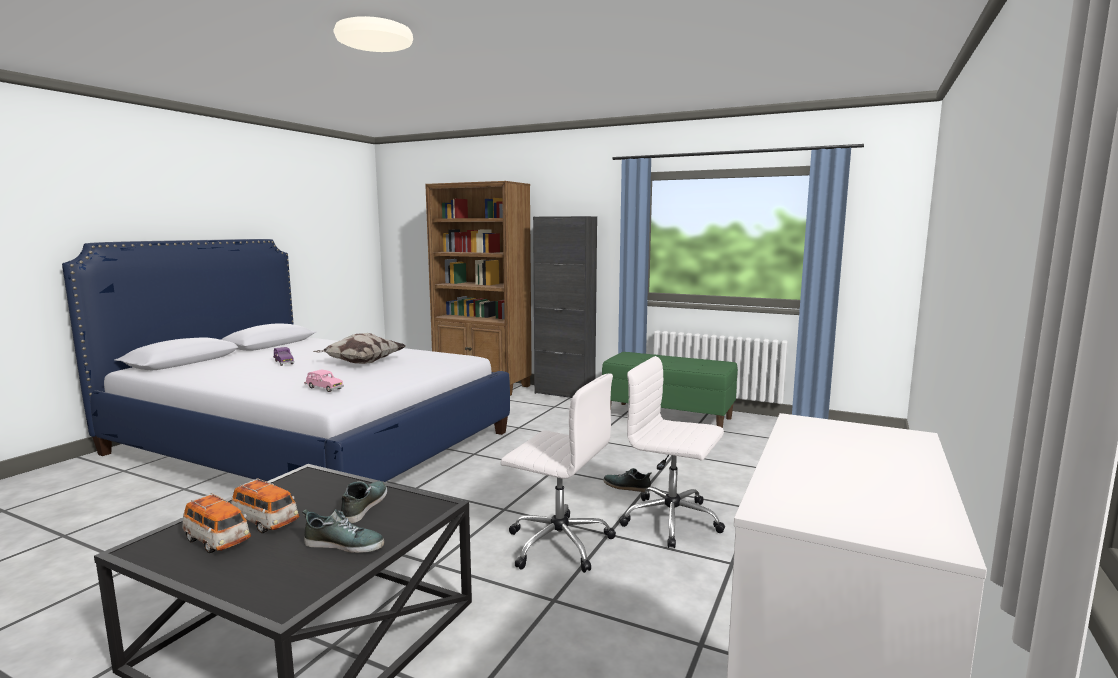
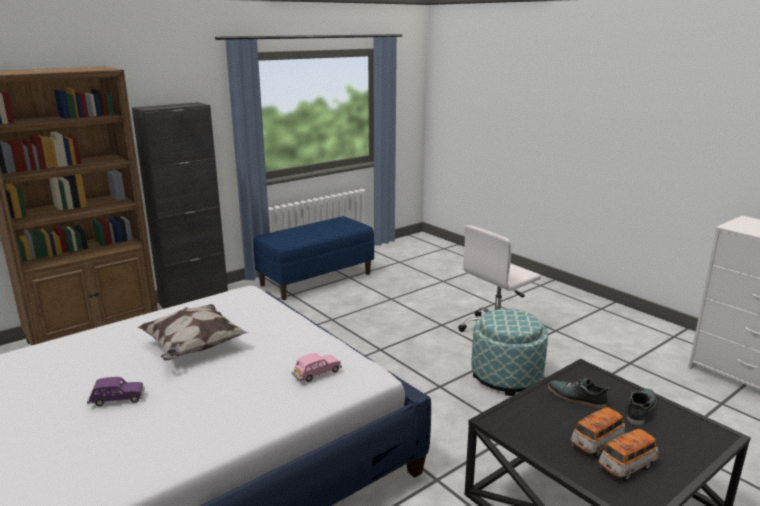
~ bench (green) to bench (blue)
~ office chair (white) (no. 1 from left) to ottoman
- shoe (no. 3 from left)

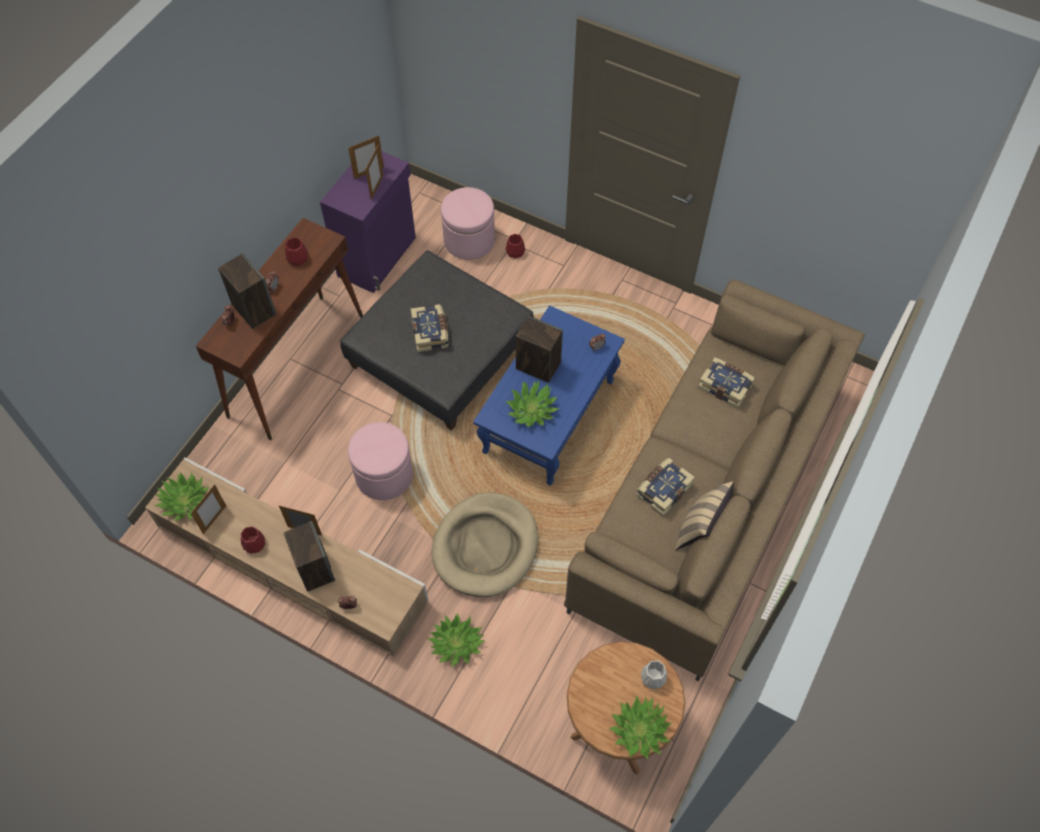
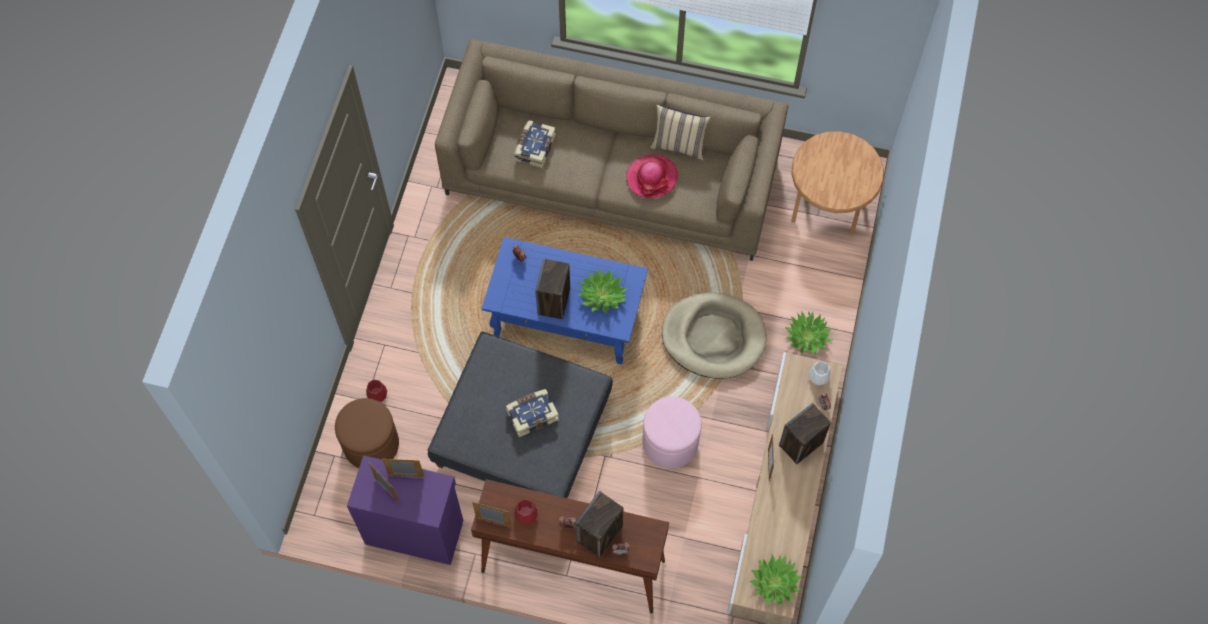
~ ottoman (pink) (no. 2 from left) to ottoman (brown)
~ book (no. 2 from left) to hat
~ picture frame (no. 1 from left in the first image) to picture frame (no. 3 from left)
- vase (red) (no. 1 from left)
~ vase (white)
- potted plant (no. 4 from left)

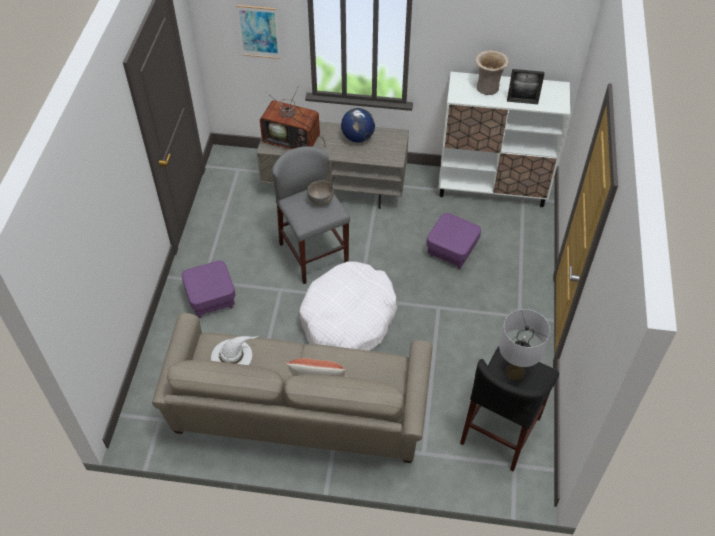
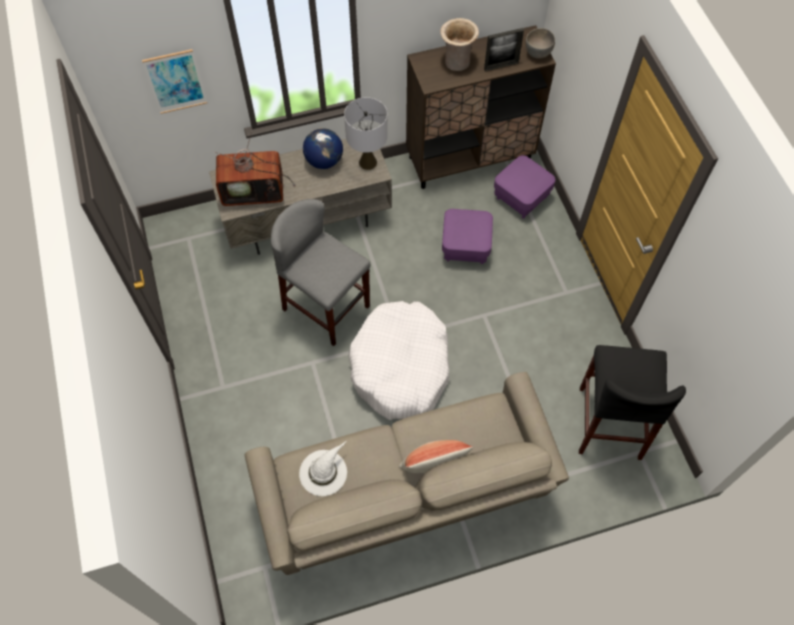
~ cabinet (white) to cabinet (brown)
~ bowl (grey)
~ ottoman (purple) (no. 1 from left in the first image) to ottoman (purple) (no. 2 from left)
~ table lamp (grey)

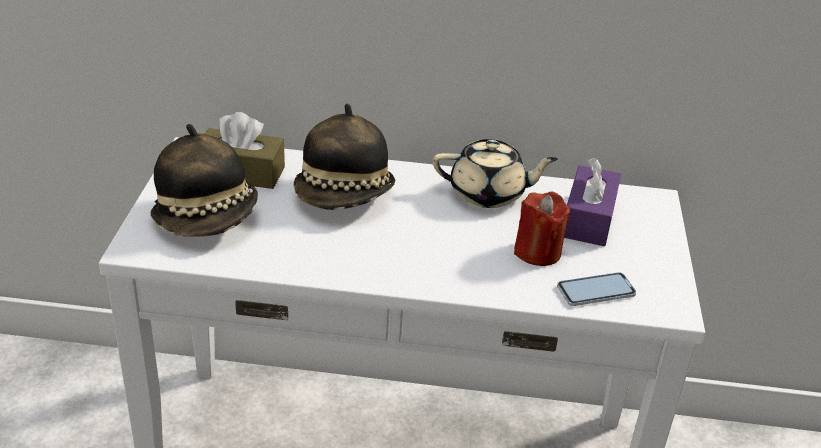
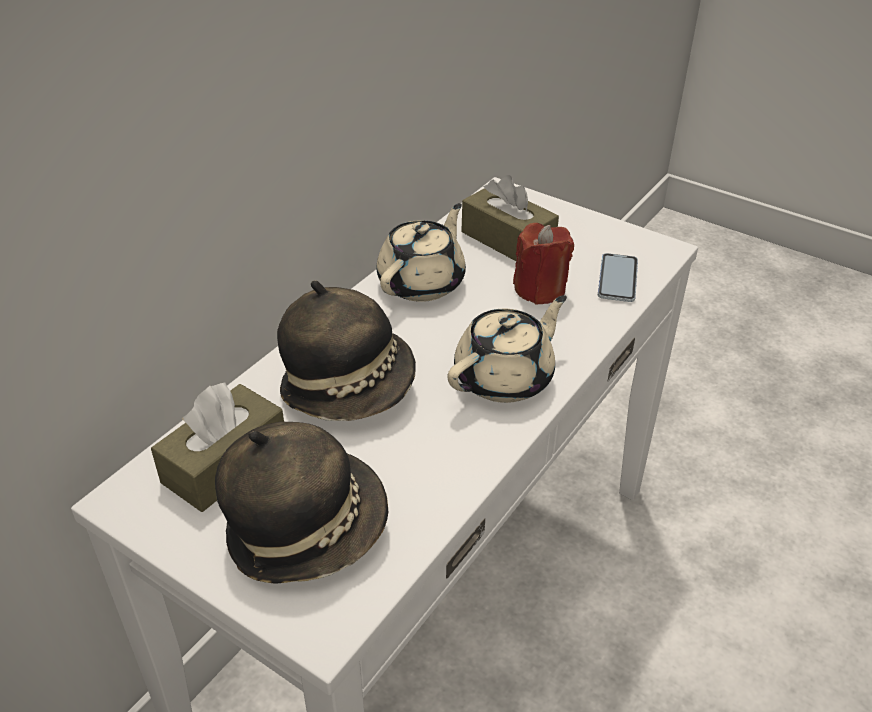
~ tissue box (purple) to tissue box (brown) (no. 2 from left)
+ teapot (beige) (no. 2 from left)

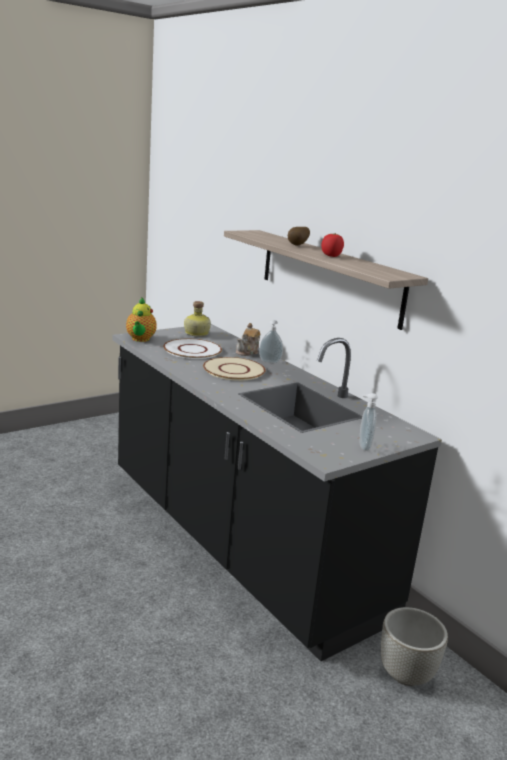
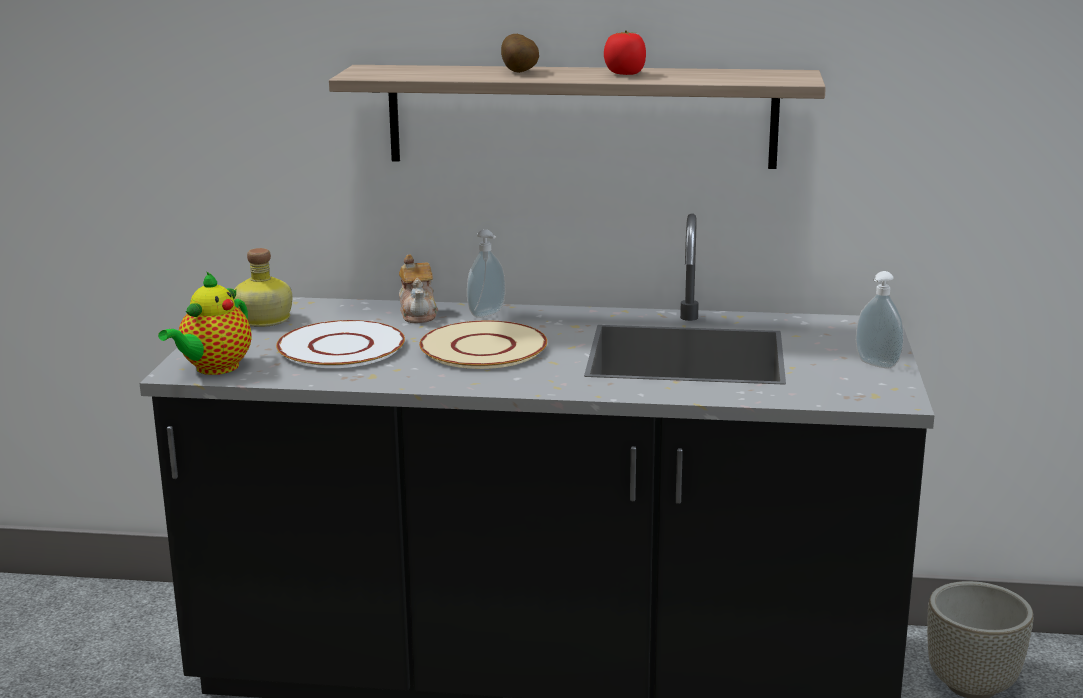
~ teapot (no. 1 from left) 75 degrees clockwise

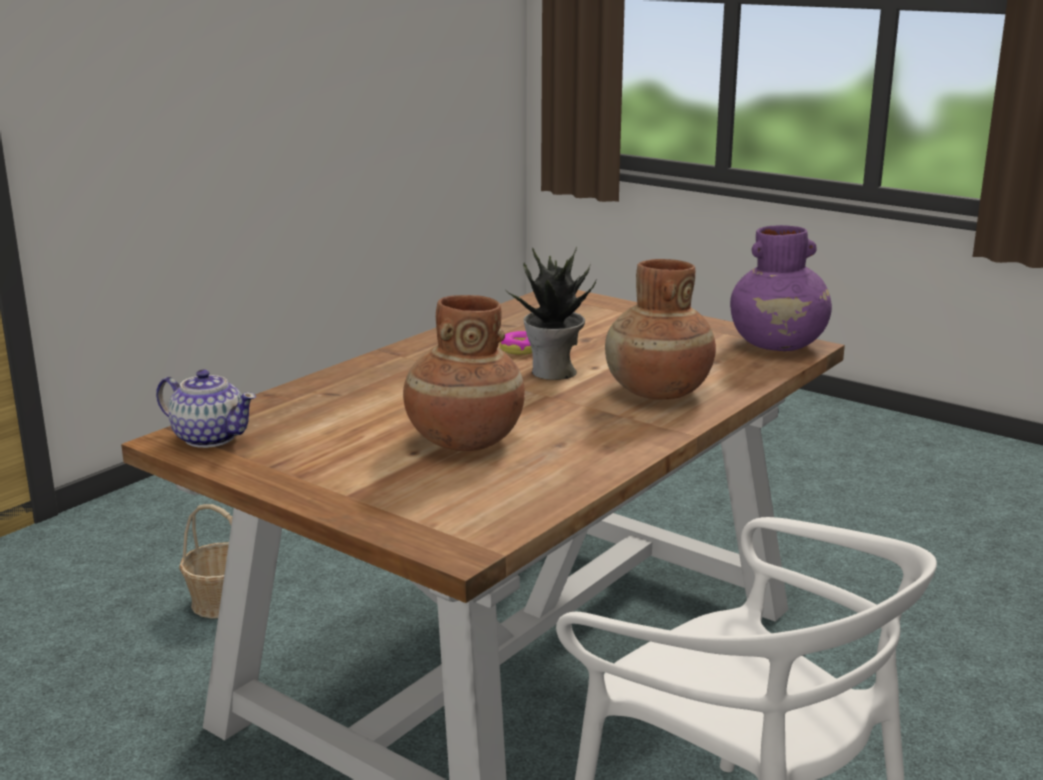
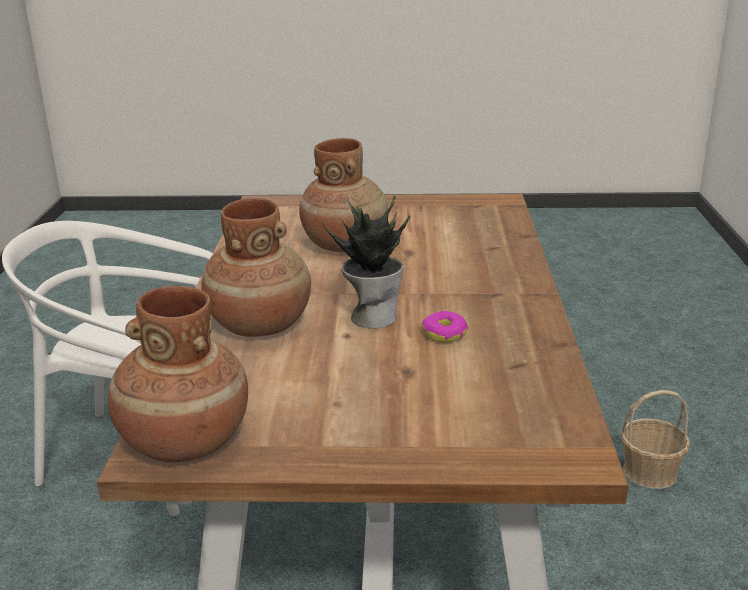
~ vase (purple) to vase (brown) (no. 1 from left)
- teapot

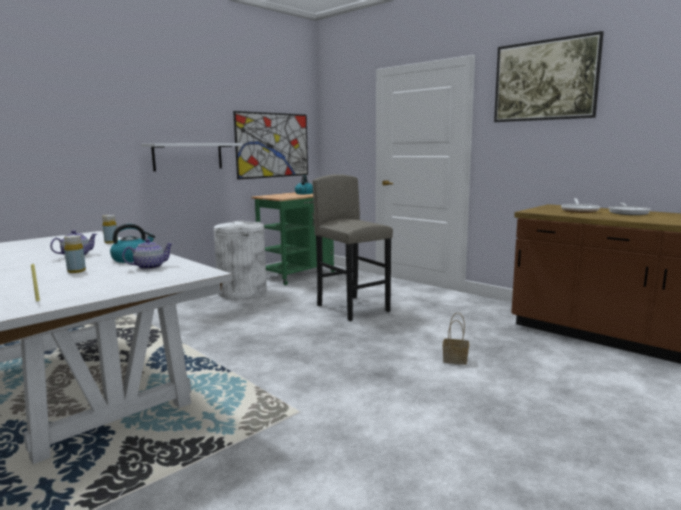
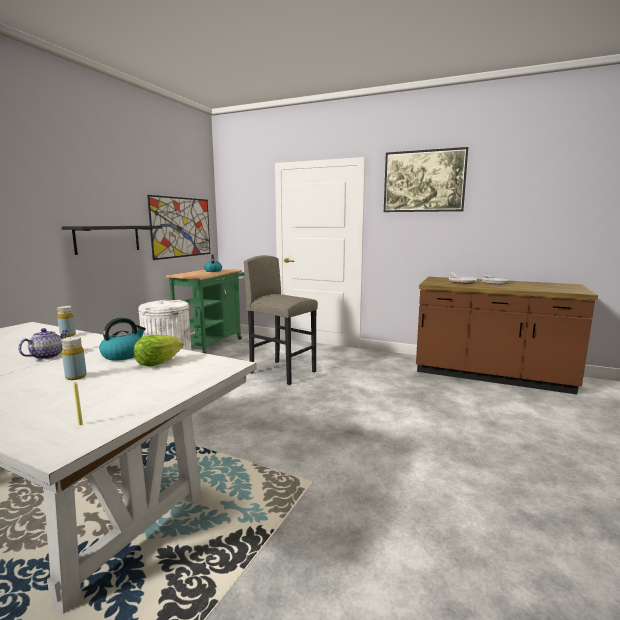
~ shelf (white) to shelf (black)
~ teapot (no. 2 from left) to lettuce
- basket

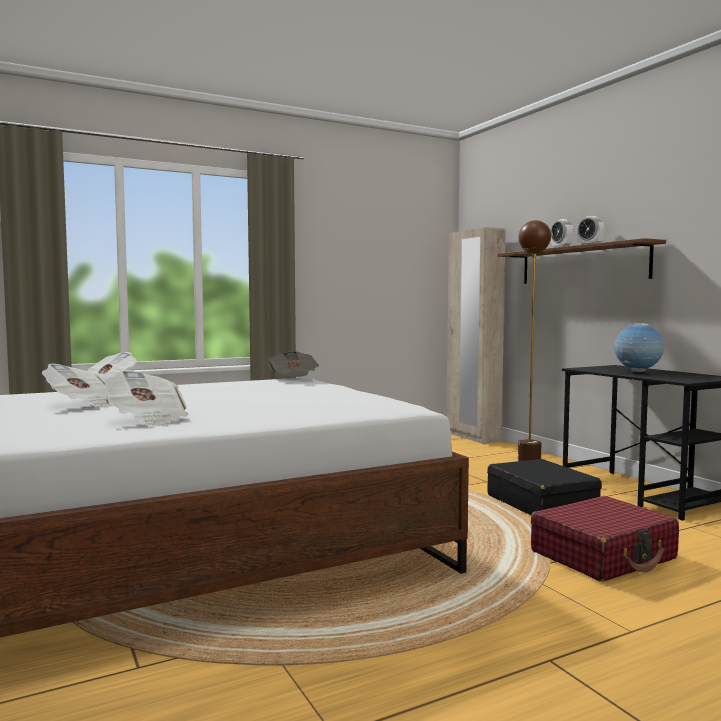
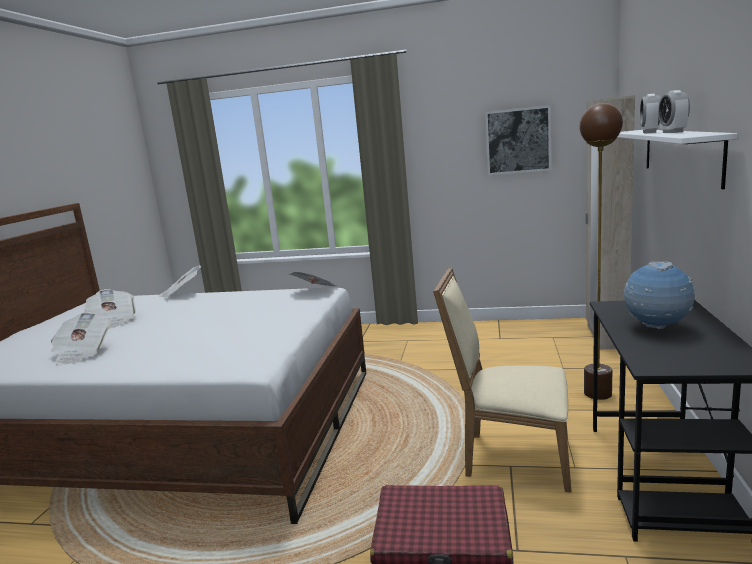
~ shelf (brown) to shelf (white)
~ suitcase (black) to chair (beige)
+ picture

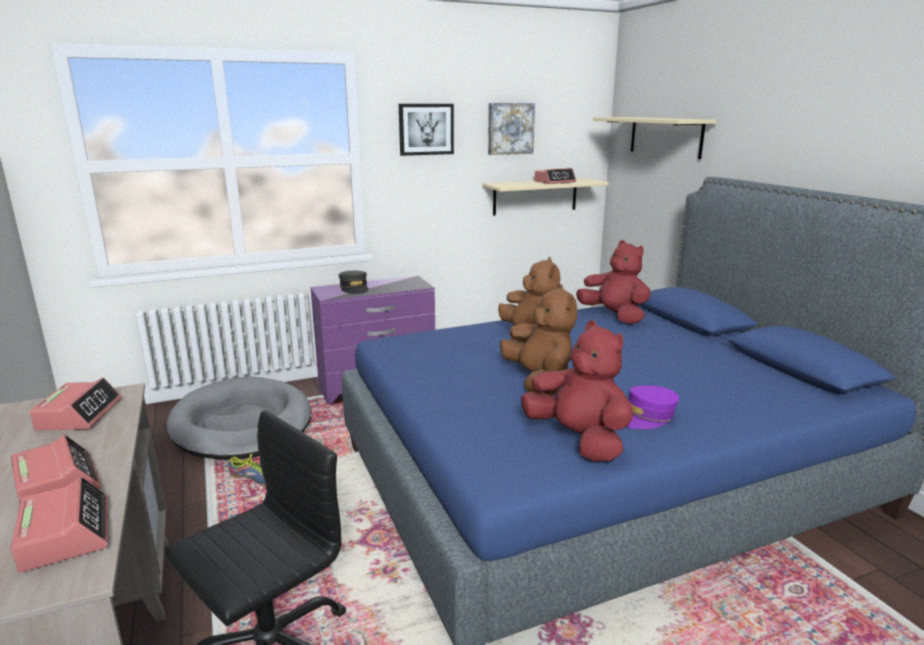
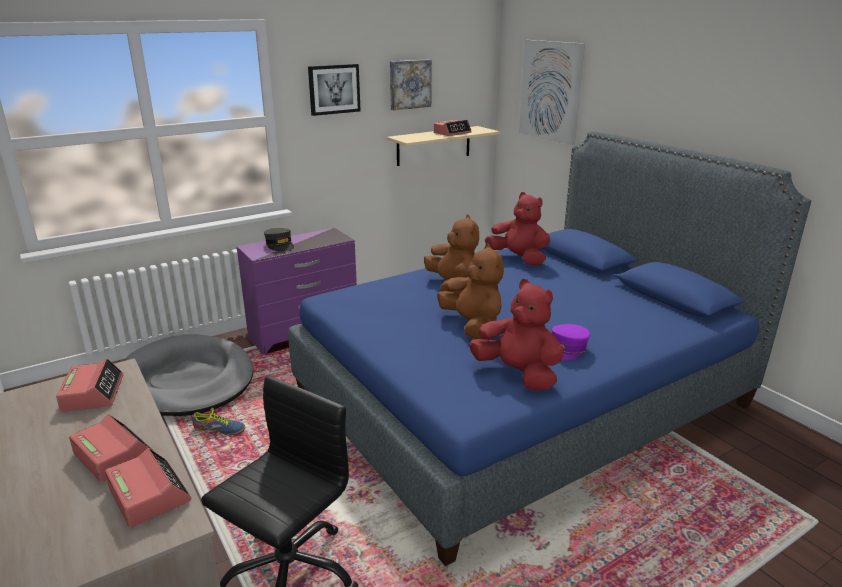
~ shelf (beige) (no. 2 from left) to picture (no. 3 from left)

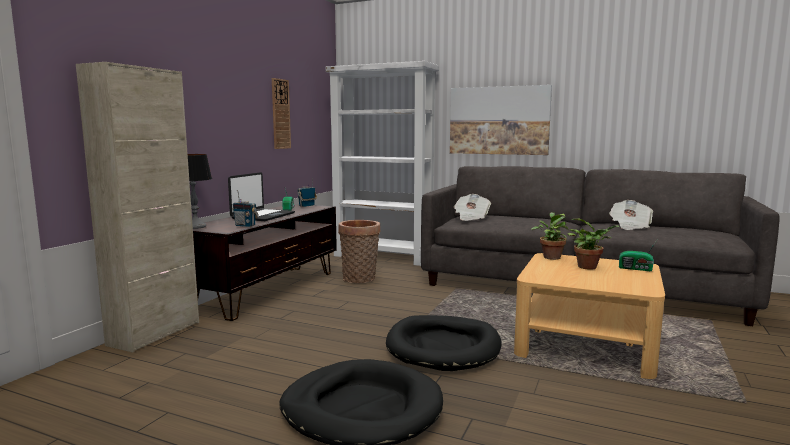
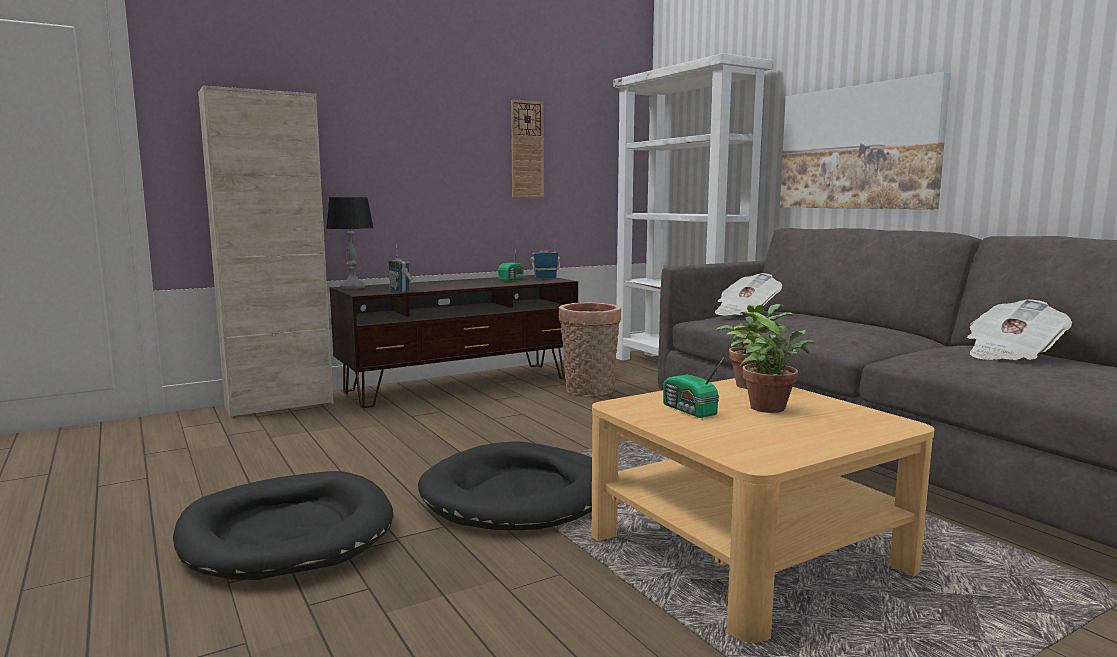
- laptop
~ radio (no. 4 from left)

